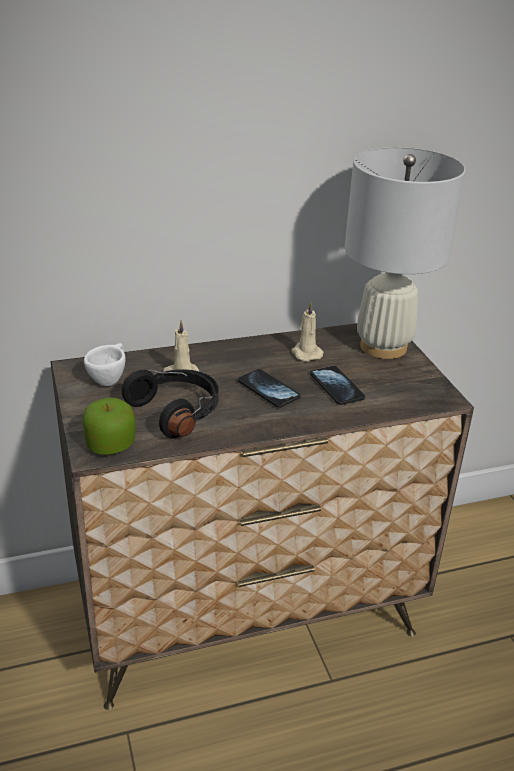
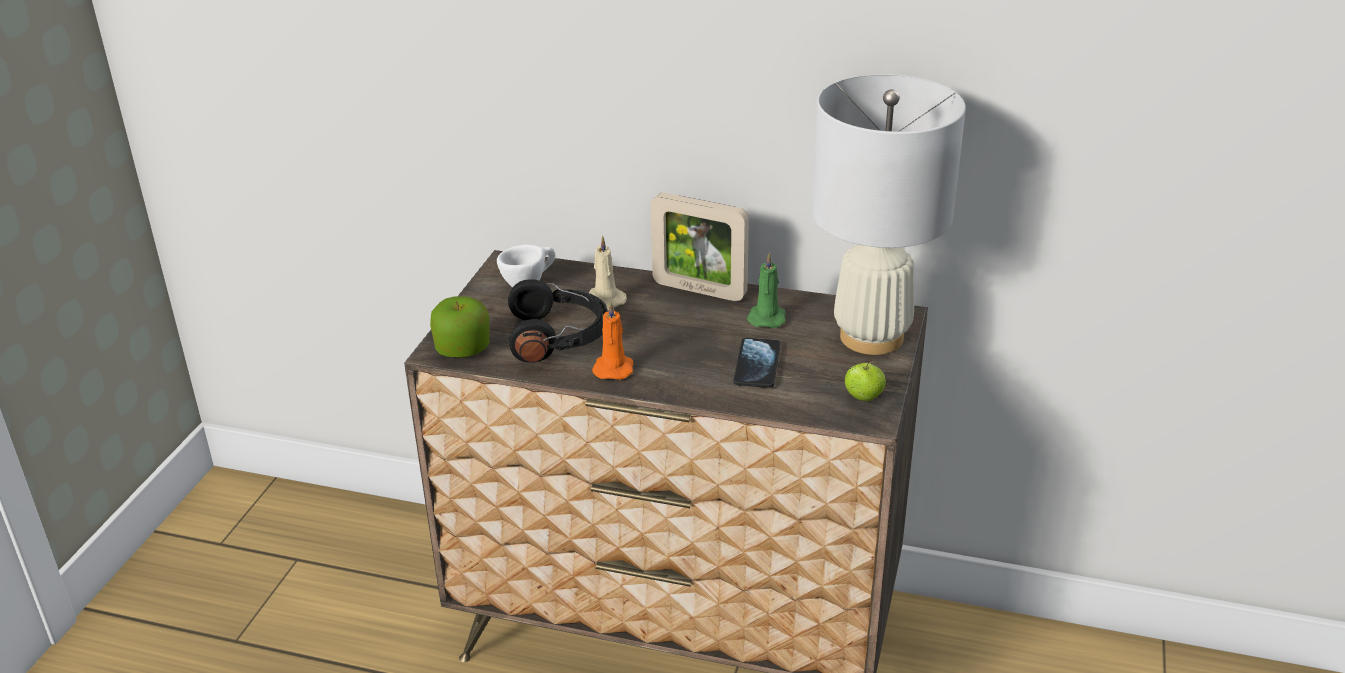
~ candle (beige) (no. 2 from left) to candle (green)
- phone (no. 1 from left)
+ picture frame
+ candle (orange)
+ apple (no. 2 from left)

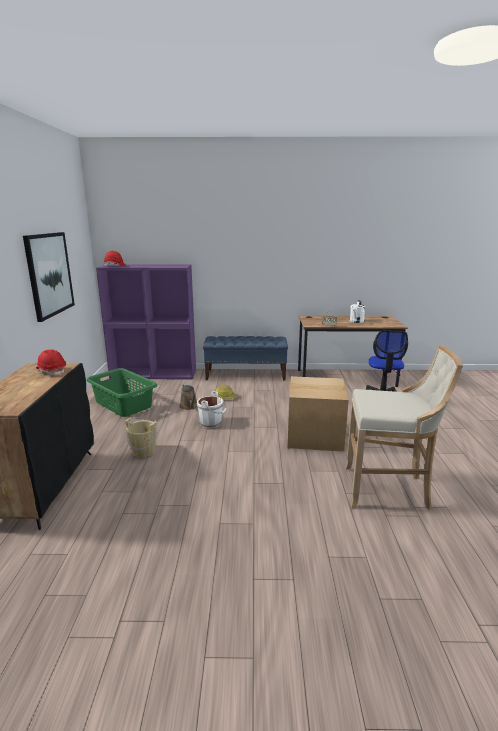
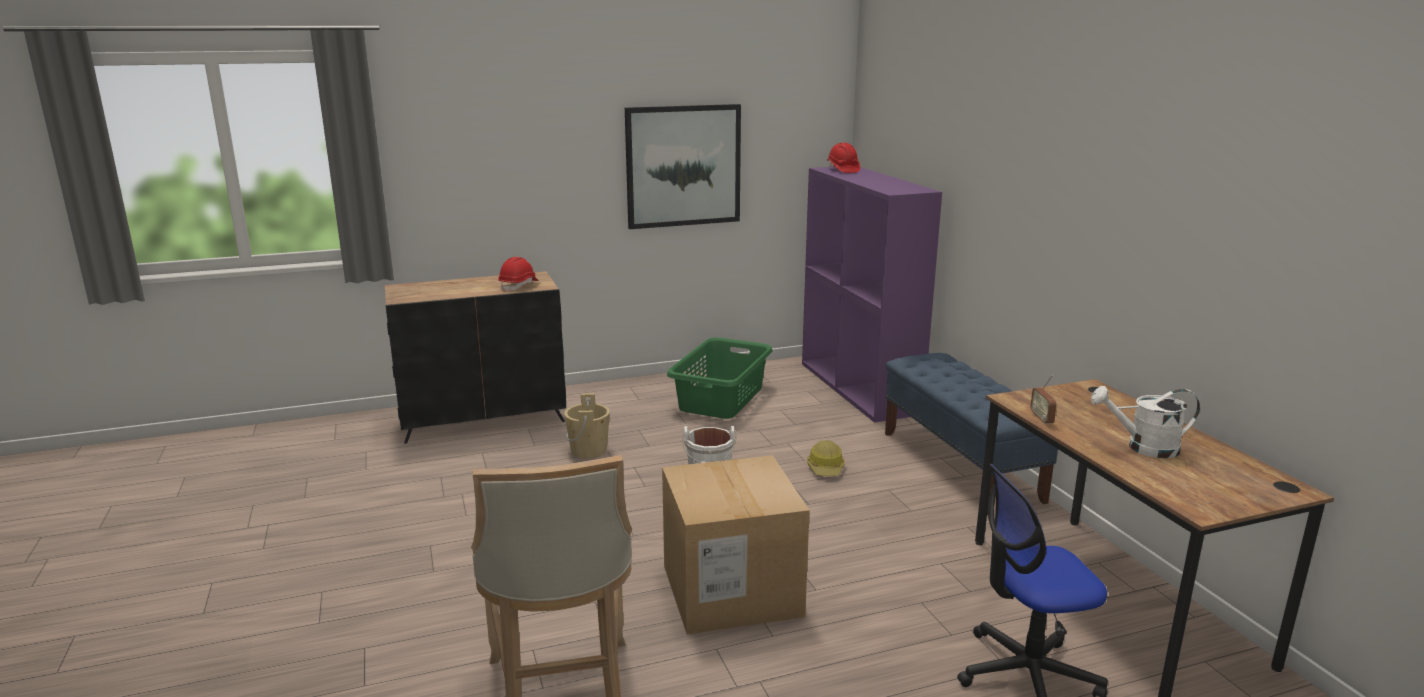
- watering can (brown)

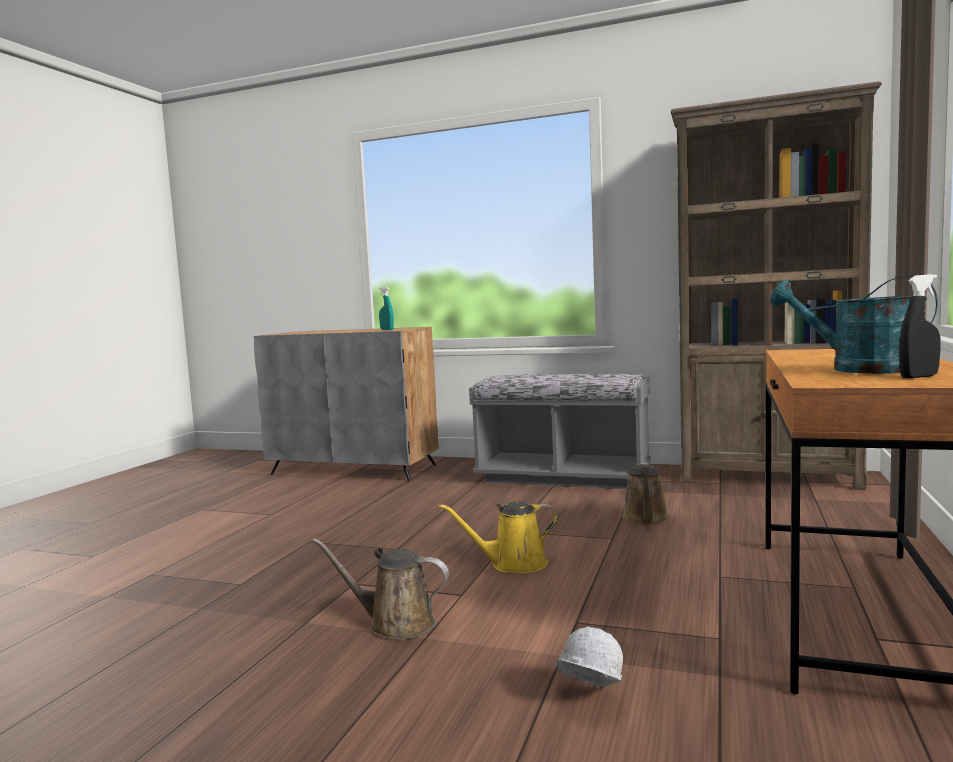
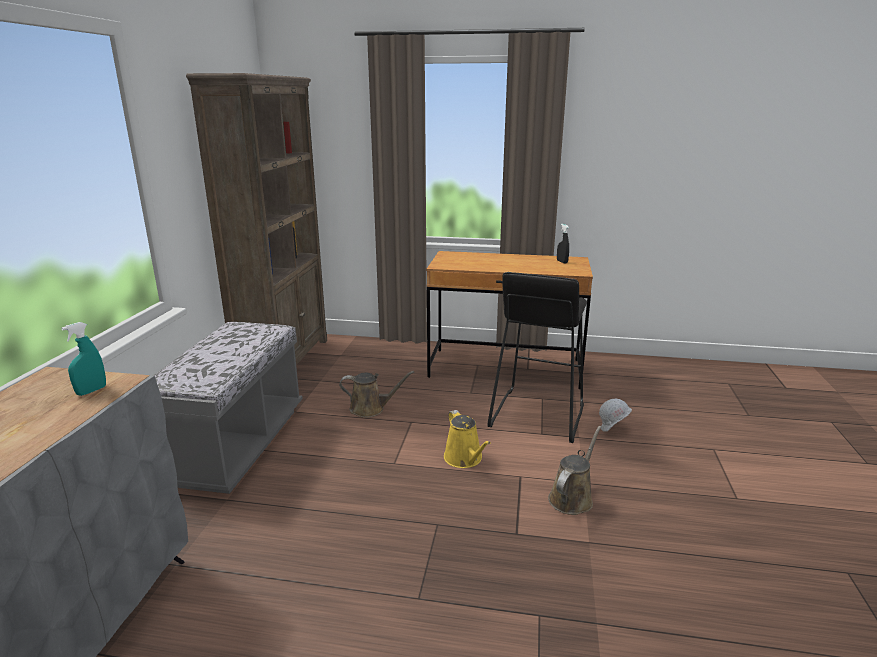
- watering can (turquoise)
~ watering can (brown) (no. 1 from left in the first image) 150 degrees counterclockwise
+ stool (black)

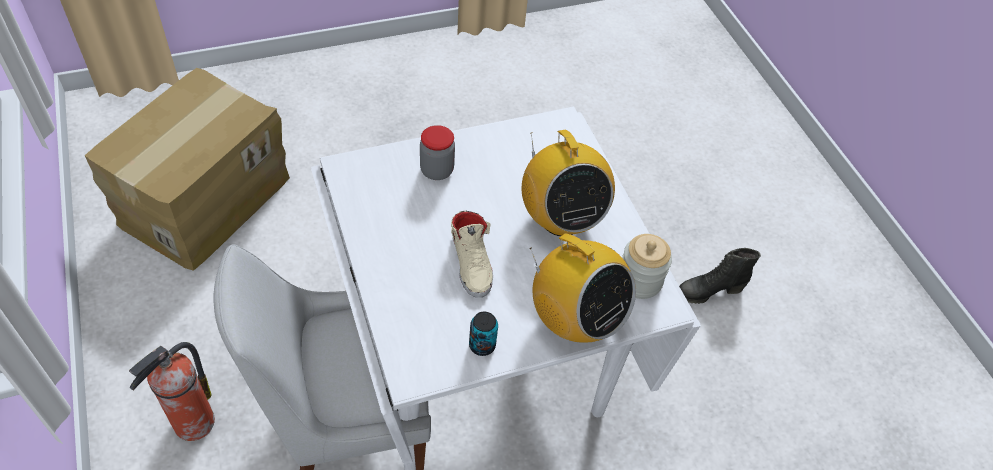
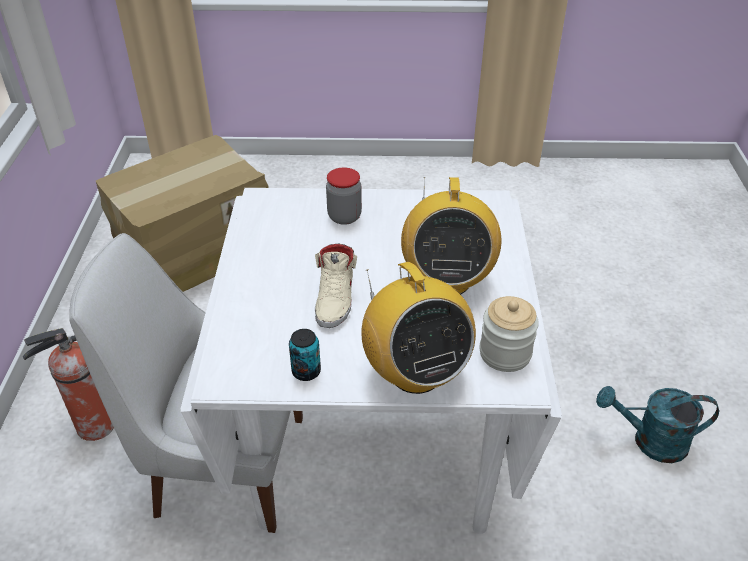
~ boot (black) to watering can (turquoise)

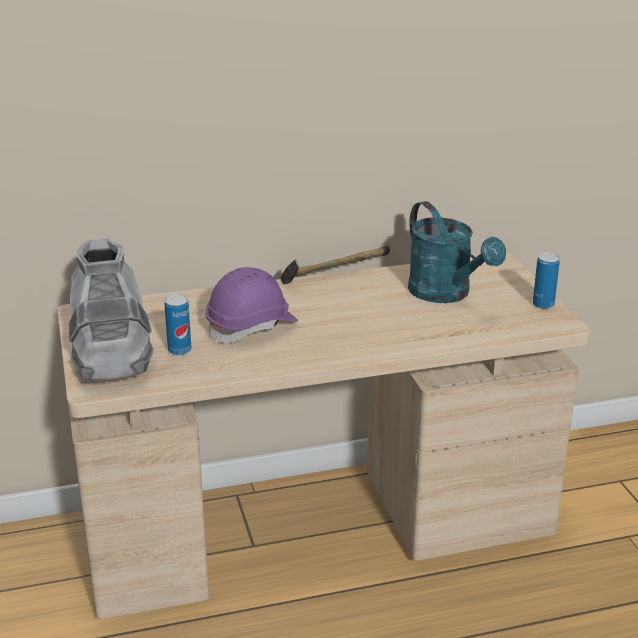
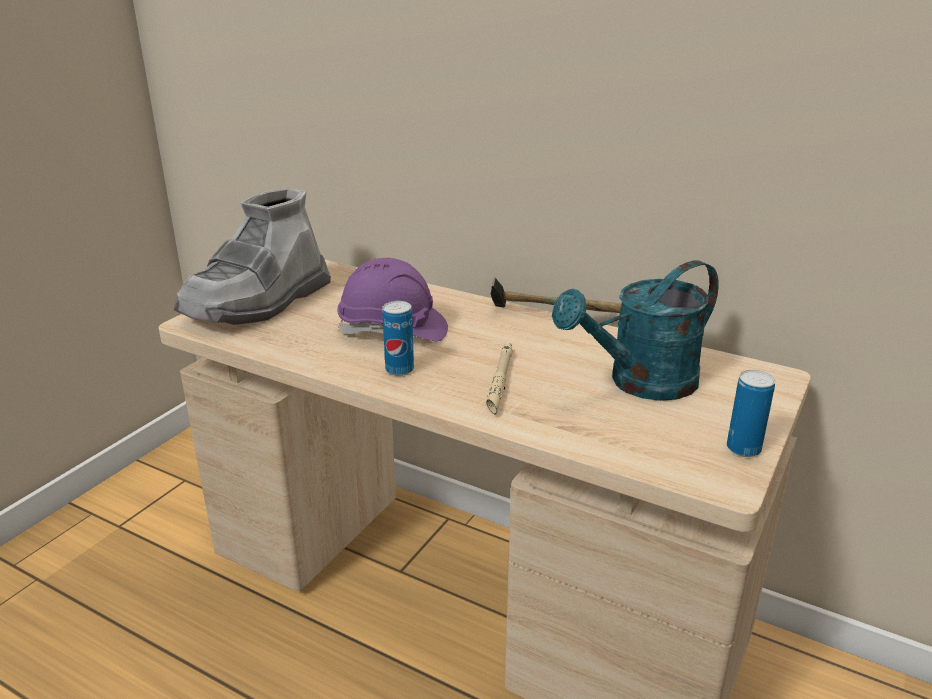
~ watering can (turquoise) 45 degrees clockwise
~ can (no. 1 from left)
+ flashlight (beige)

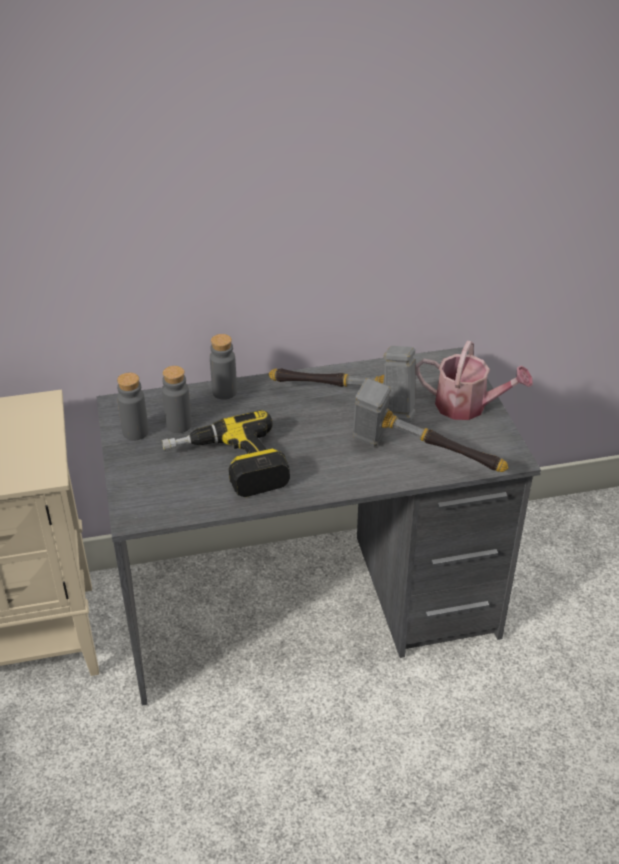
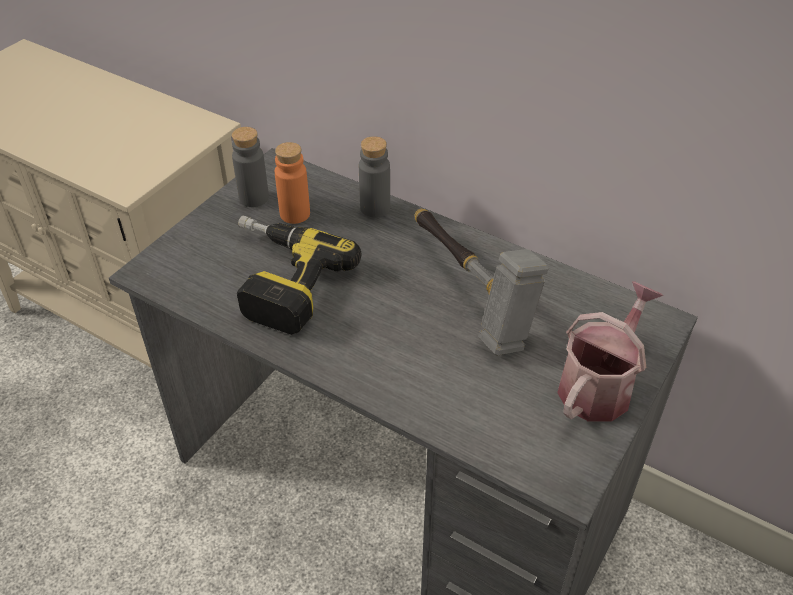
~ watering can 120 degrees counterclockwise
~ bottle (grey) (no. 2 from left) to bottle (orange)
- hammer (no. 2 from left)

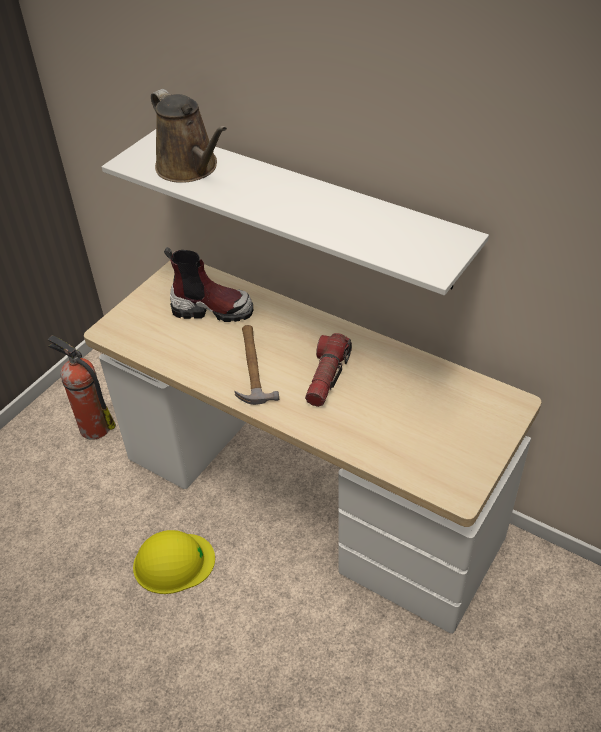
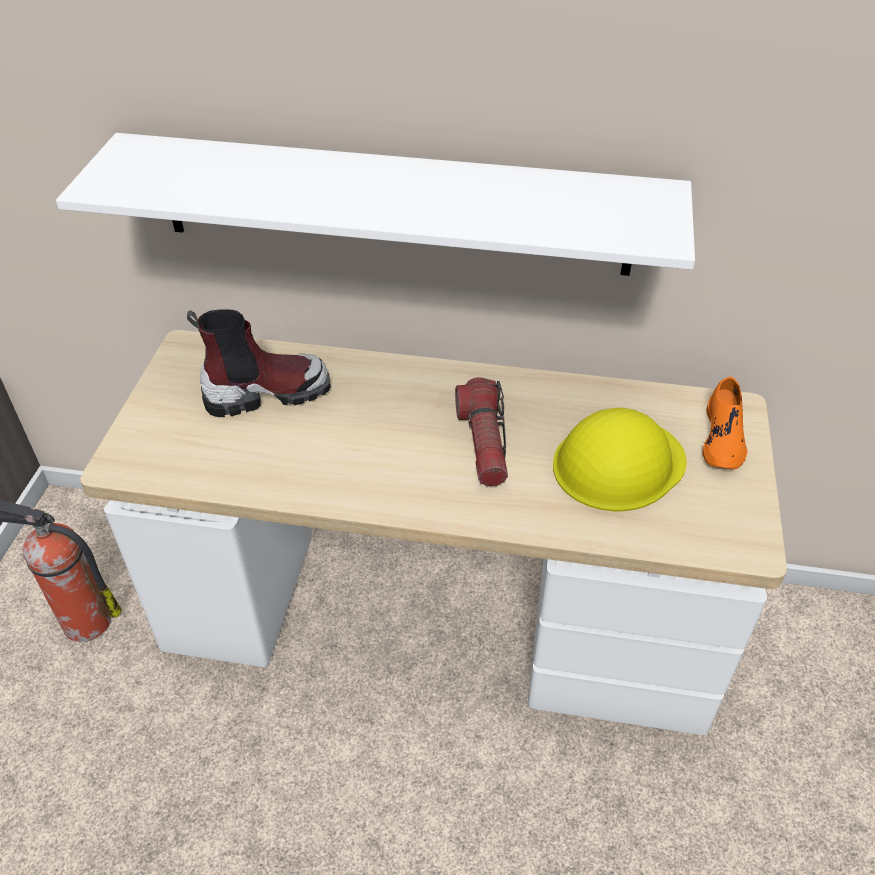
- watering can (brown)
- hammer
~ hard hat (yellow)
+ shoe (orange)

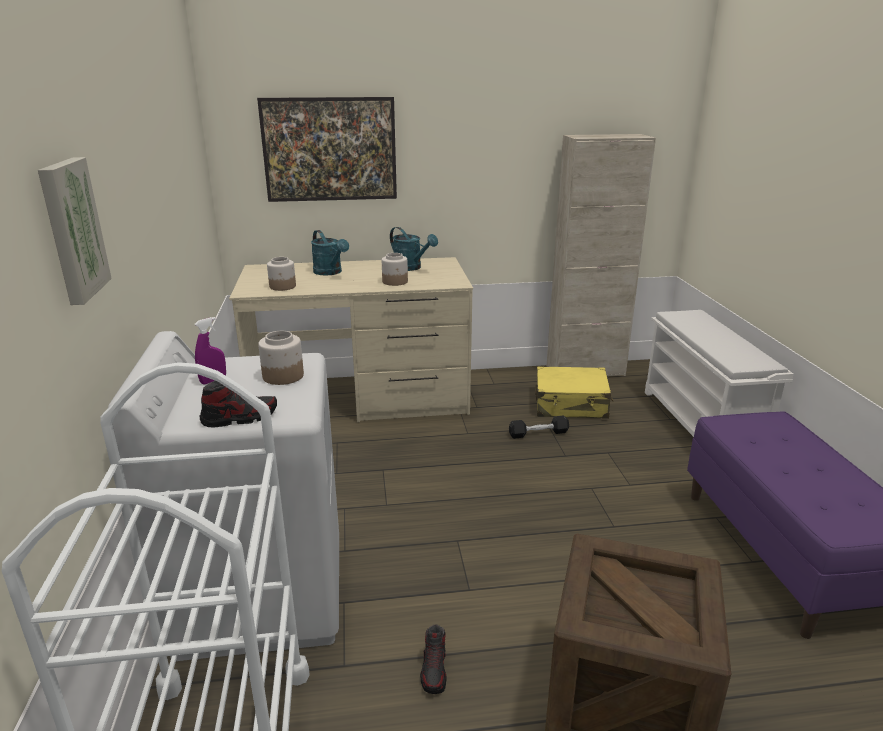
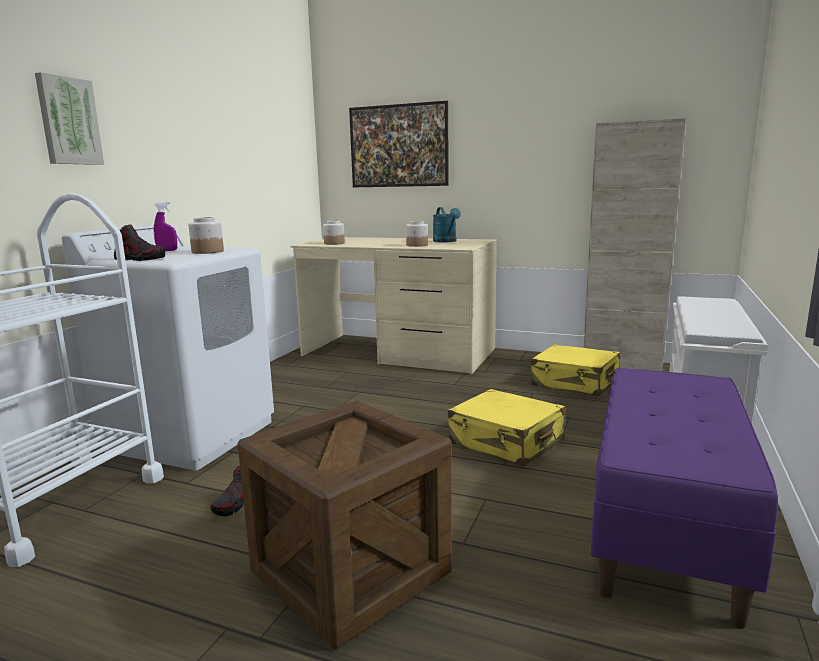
- watering can (turquoise) (no. 1 from left)
- dumbbell (black)
+ suitcase (yellow) (no. 1 from left)

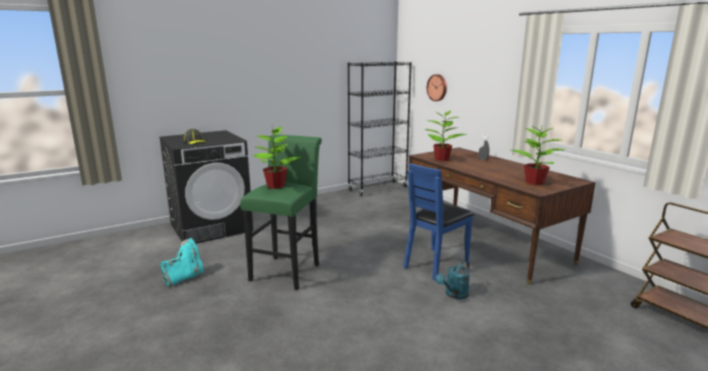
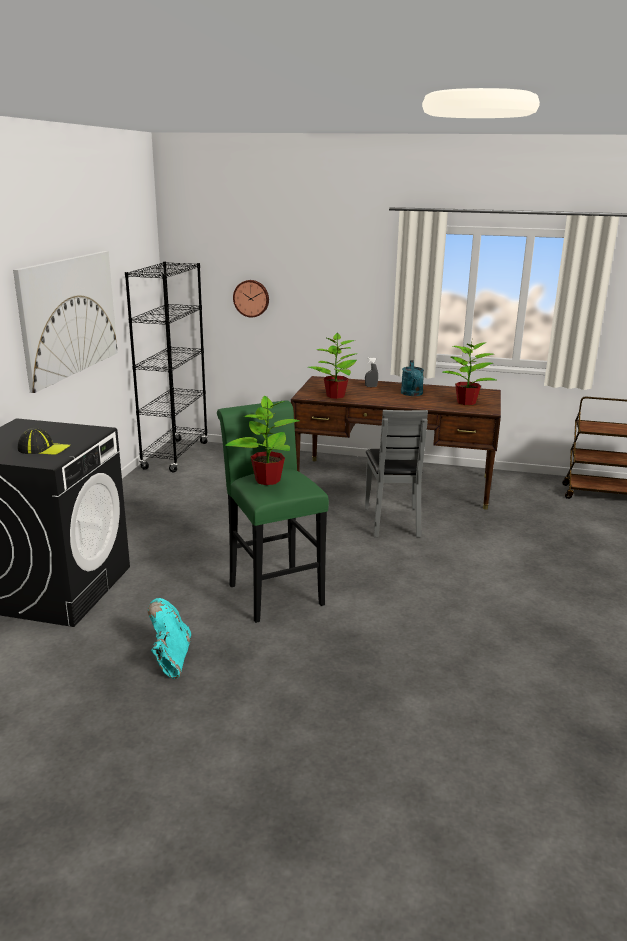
~ chair (blue) to chair (grey)
~ watering can (turquoise)
+ picture

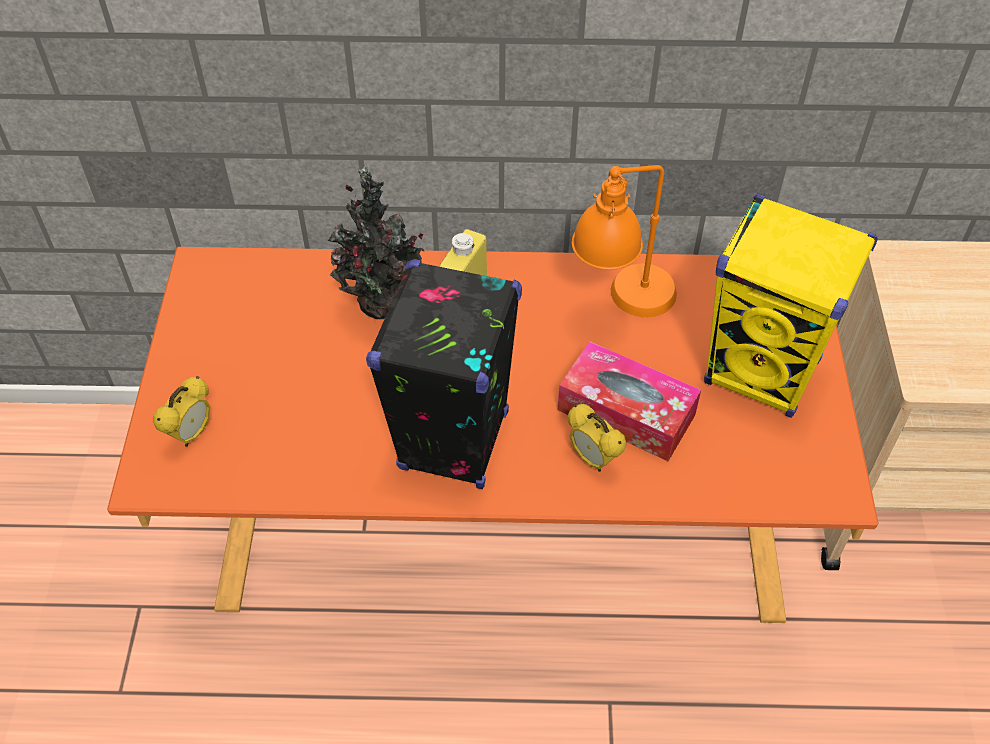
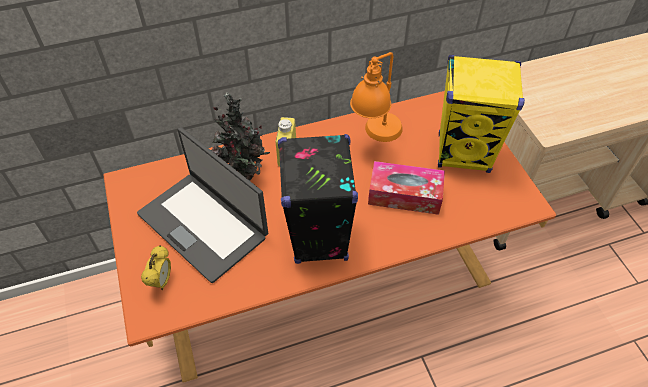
- alarm clock (no. 2 from left)
+ laptop

